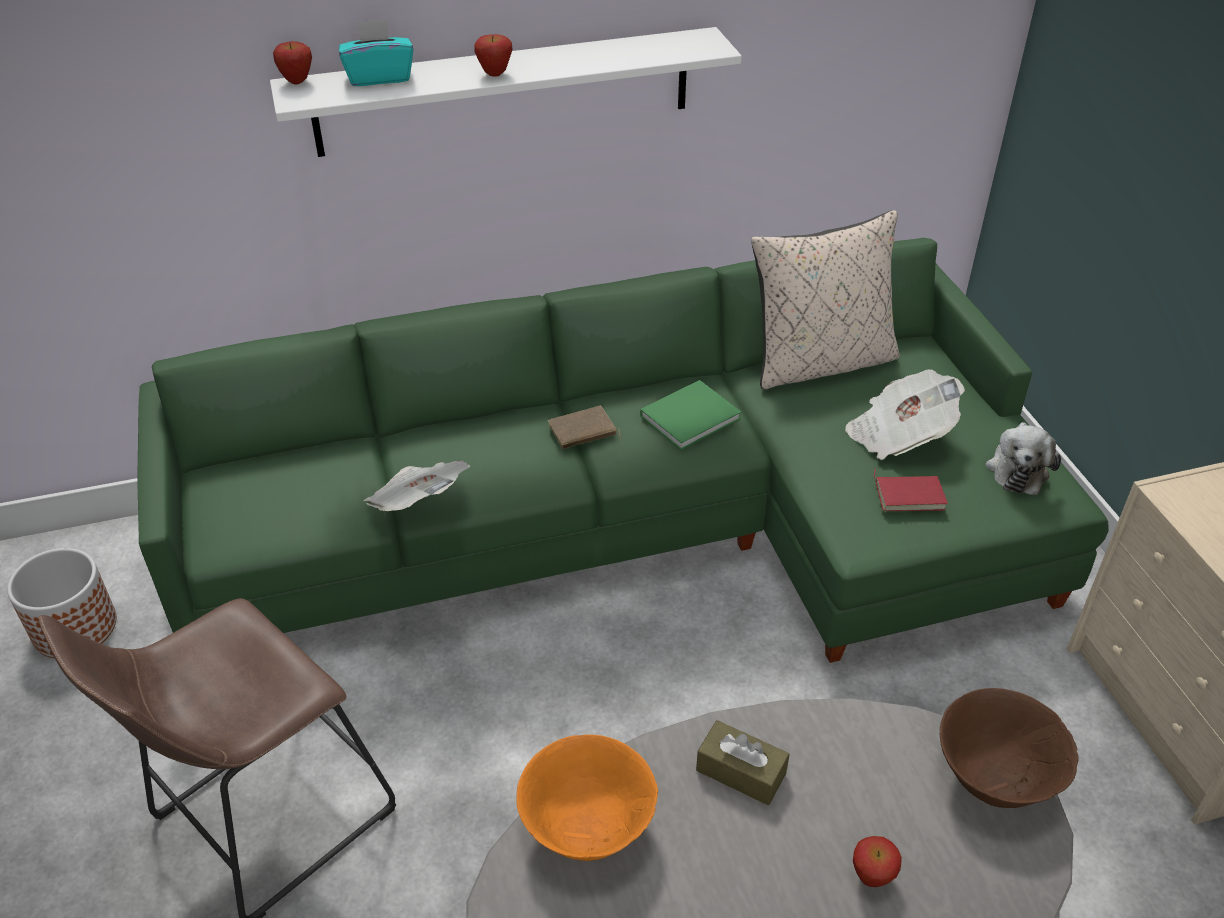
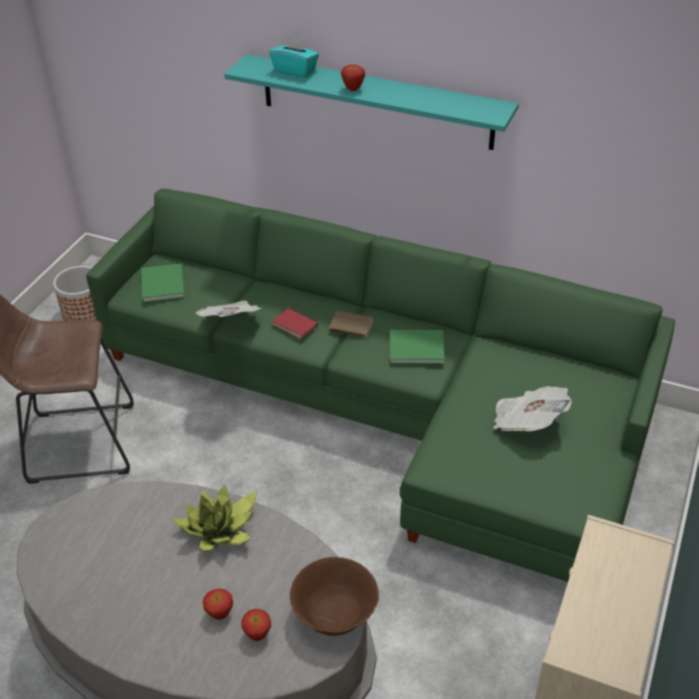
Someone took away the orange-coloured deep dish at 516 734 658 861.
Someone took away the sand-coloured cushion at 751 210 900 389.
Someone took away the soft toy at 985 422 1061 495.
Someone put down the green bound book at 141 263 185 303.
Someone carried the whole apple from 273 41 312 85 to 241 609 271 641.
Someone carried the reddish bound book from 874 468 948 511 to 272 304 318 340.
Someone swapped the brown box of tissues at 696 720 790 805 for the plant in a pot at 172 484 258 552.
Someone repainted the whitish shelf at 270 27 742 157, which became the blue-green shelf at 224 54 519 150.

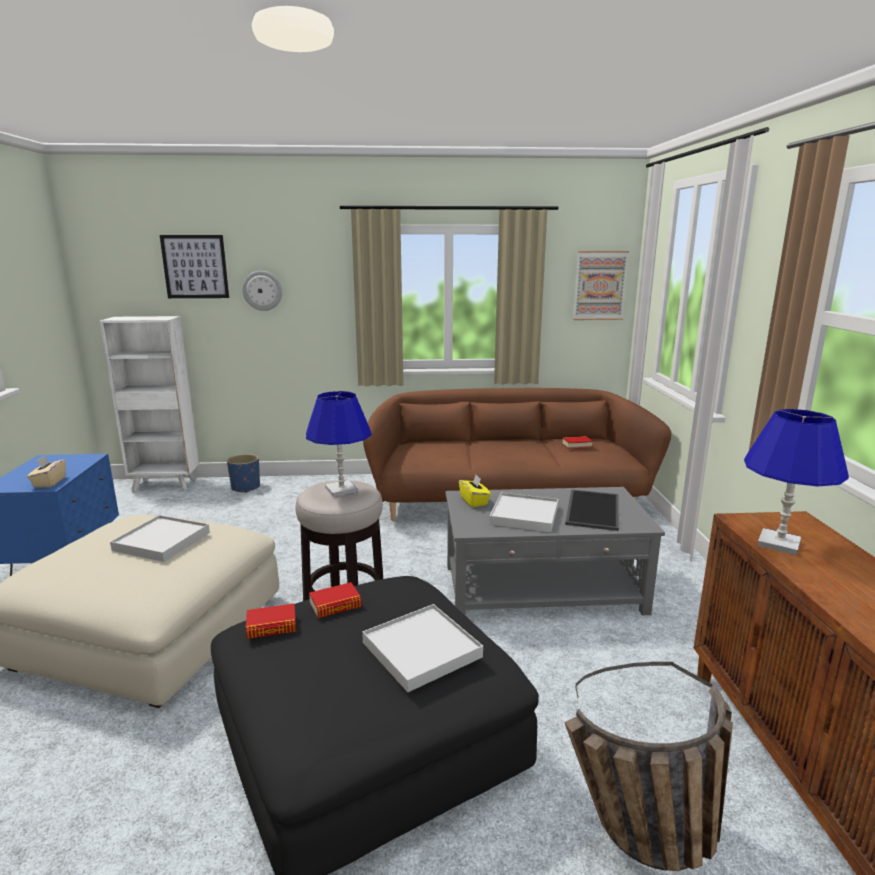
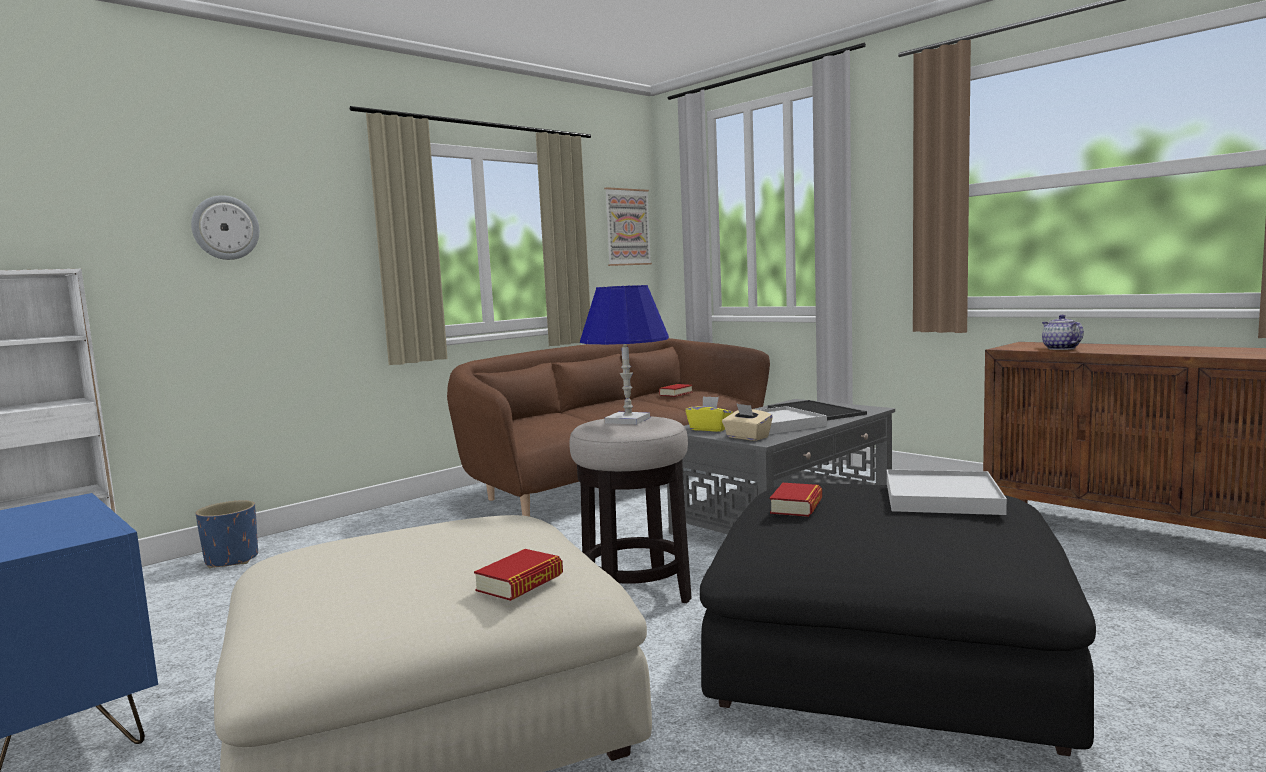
Someone took away the whitish tray at 110 515 210 562.
Someone took away the picture at 160 235 229 298.
Someone took away the storage basket at 564 662 733 871.
Someone carried the sand-coloured box of tissues from 27 455 66 488 to 722 403 773 441.
Someone carried the bound book from 246 604 296 639 to 474 549 563 601.
Someone swapped the bluish tabletop lamp at 744 409 849 555 for the teapot at 1042 315 1084 350.

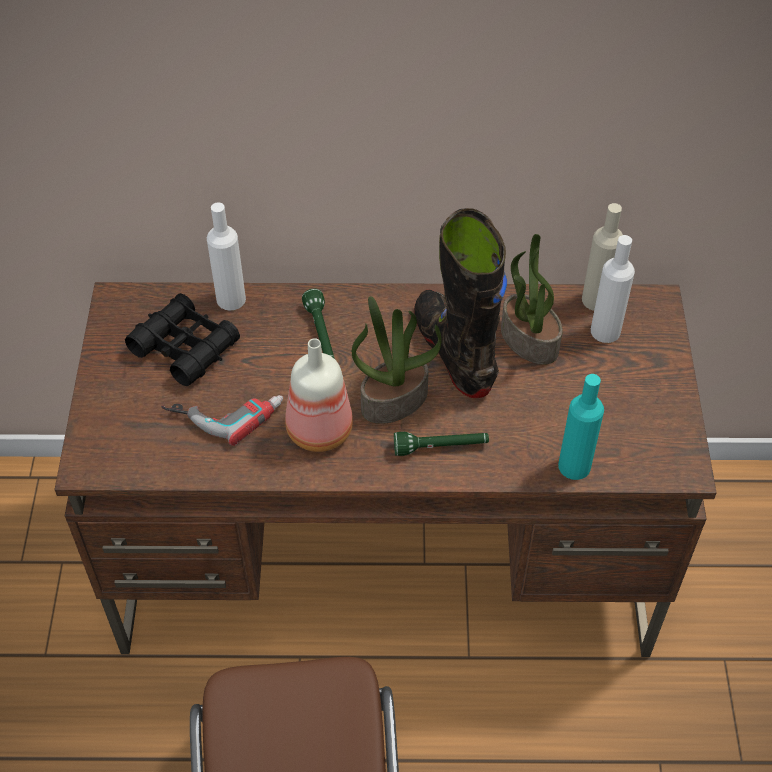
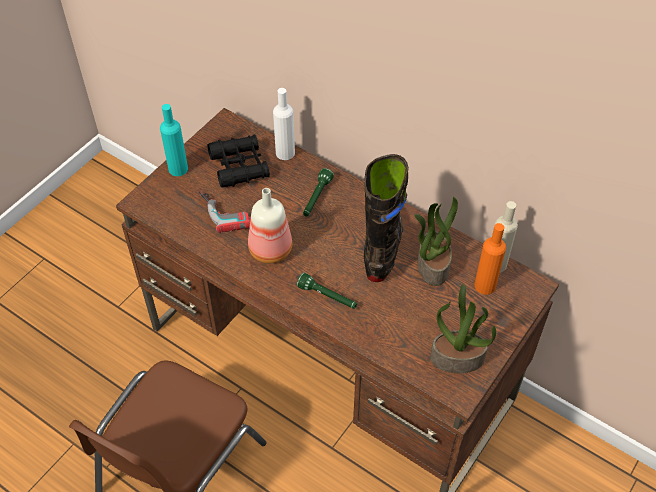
Someone carried the plant in a pot from 352 296 442 424 to 430 284 496 373.
Someone carried the blue-green beverage bottle from 558 374 604 480 to 160 104 188 176.
Someone repainted the whitish beverage bottle at 591 235 635 343, which became the orange-coloured beverage bottle at 474 223 506 295.

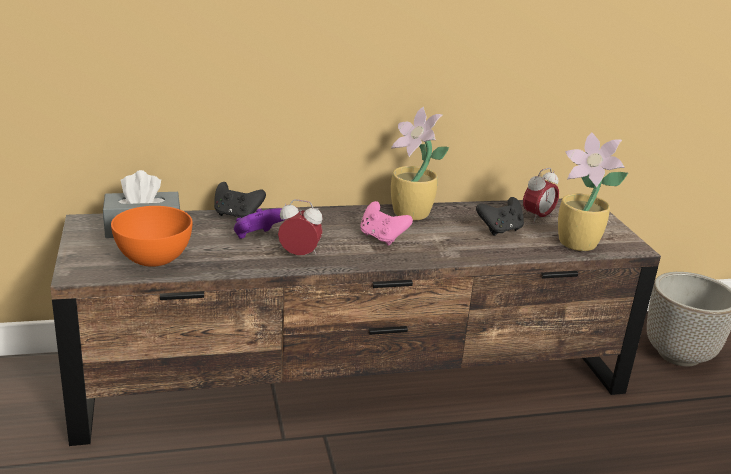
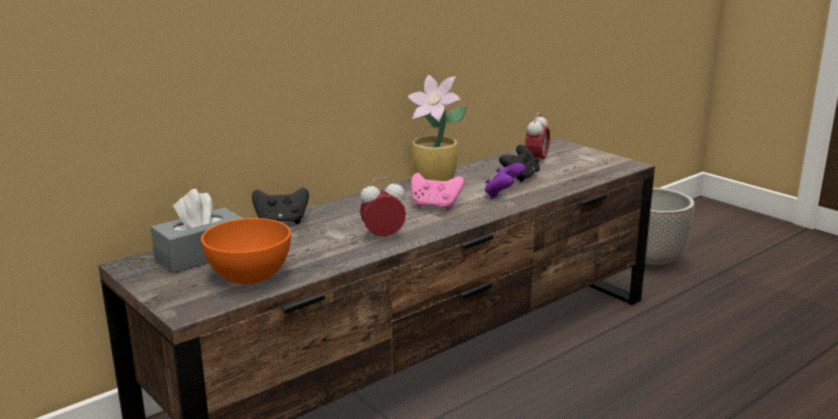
Someone took away the plant in a pot at 558 132 628 251.
Someone carried the purplish joypad from 234 208 285 239 to 485 163 525 199.

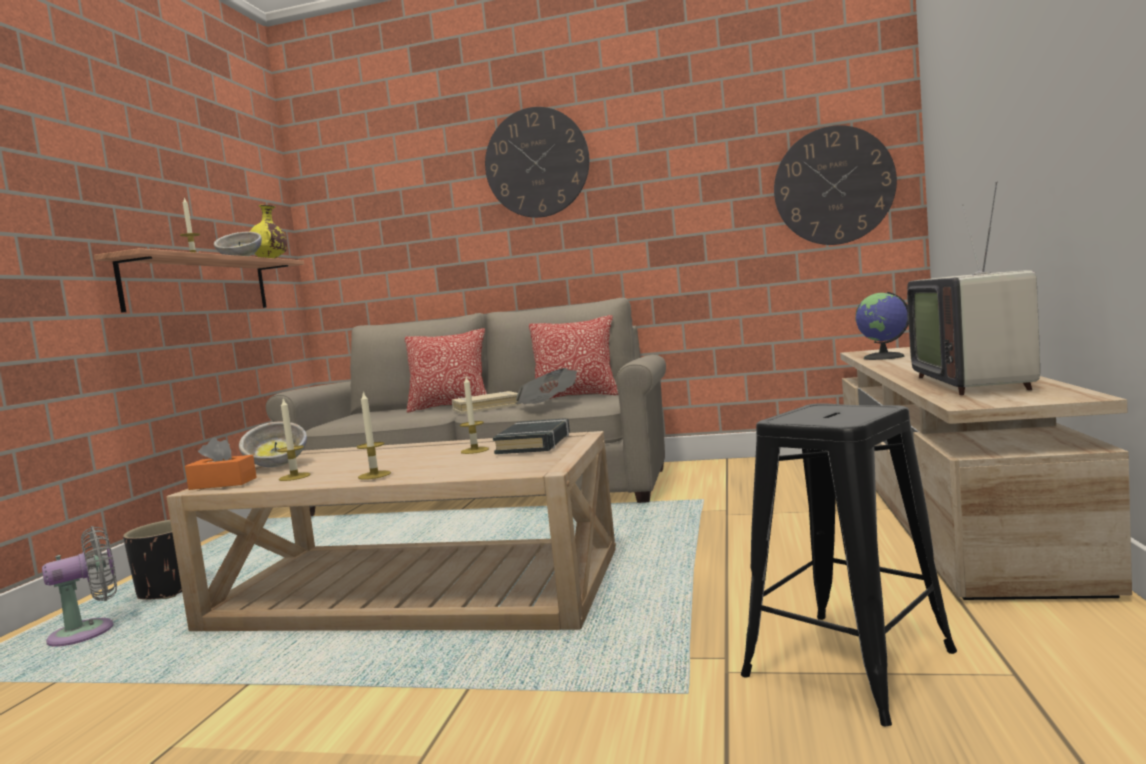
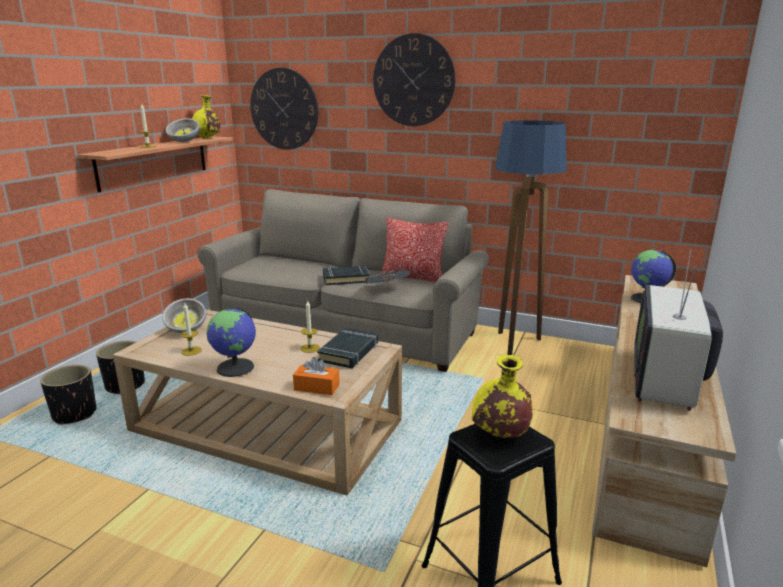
Someone took away the cushion at 405 328 487 413.
Someone put down the yellowish decorative vase at 472 355 533 438.
Someone put down the standard lamp at 495 120 567 355.
Someone carried the orange-coloured box of tissues from 185 437 257 490 to 293 357 340 395.
Someone carried the hanging clock from 774 125 897 245 to 250 68 318 150.
Someone swapped the gray fan at 42 526 117 647 for the black planter at 40 365 96 425.
Someone swapped the wax light at 356 392 391 480 for the world globe at 206 308 256 377.
Someone repainted the sand-coloured bound book at 452 391 521 414, which became the black bound book at 323 266 370 285.

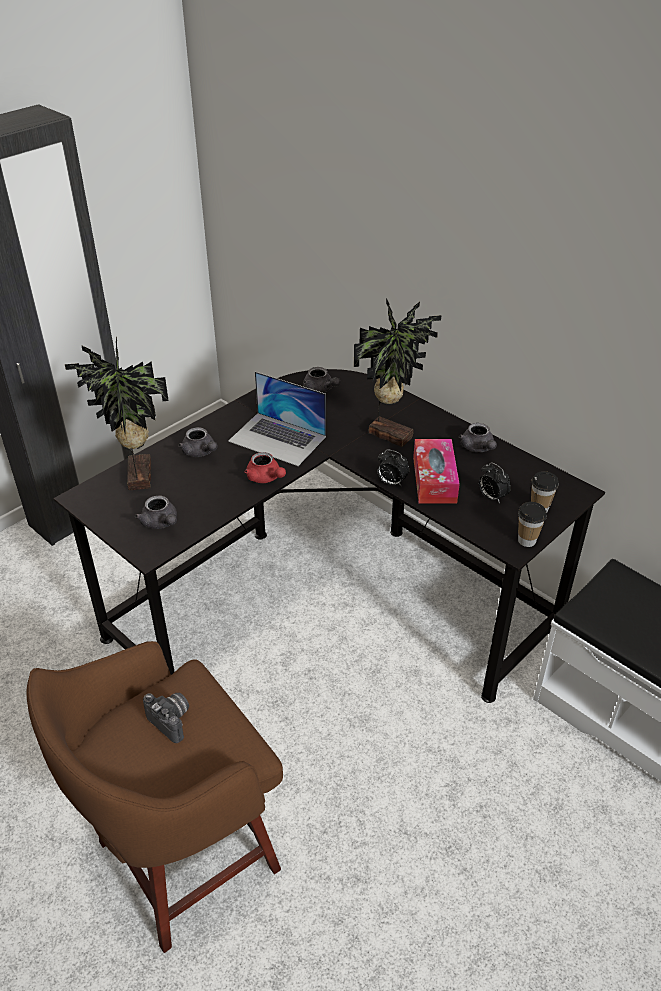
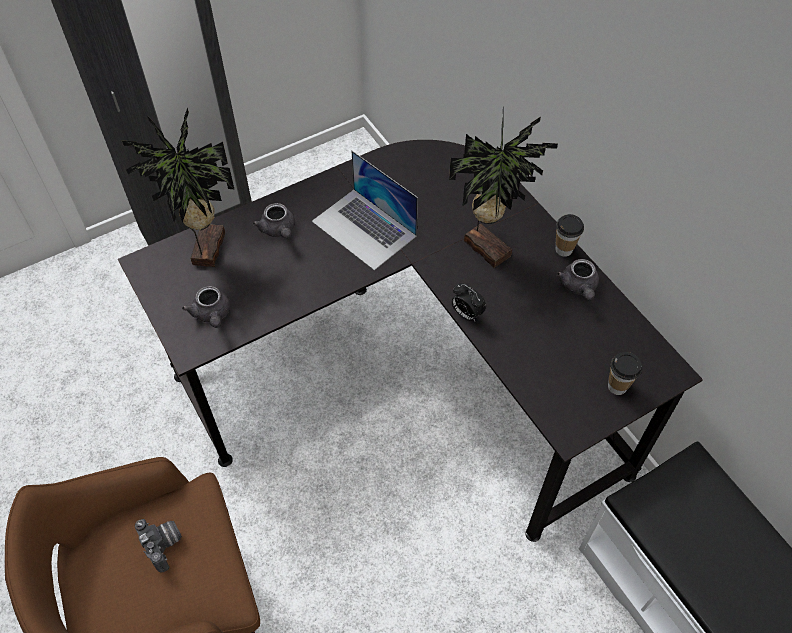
Someone took away the reddish teapot at 245 452 286 483.
Someone took away the gray teapot at 303 367 340 393.
Someone took away the box of tissues at 413 439 460 503.
Someone took away the alarm clock at 479 462 511 504.
Someone carried the small cup from 518 502 547 547 to 556 214 584 257.

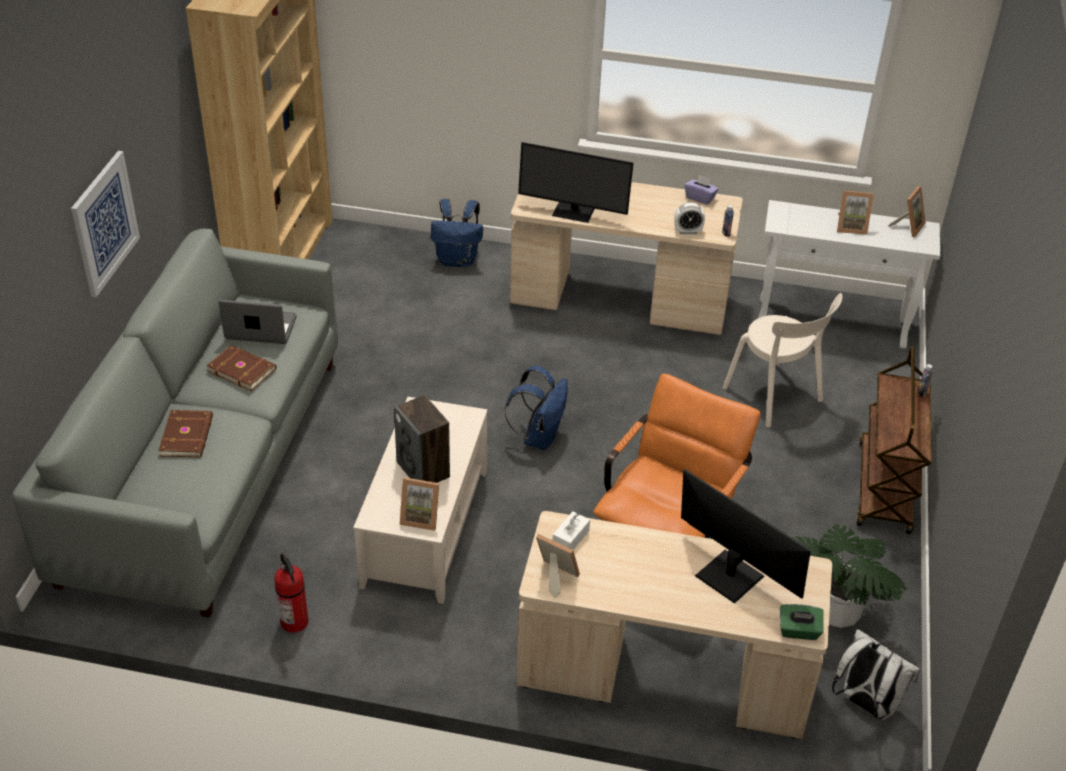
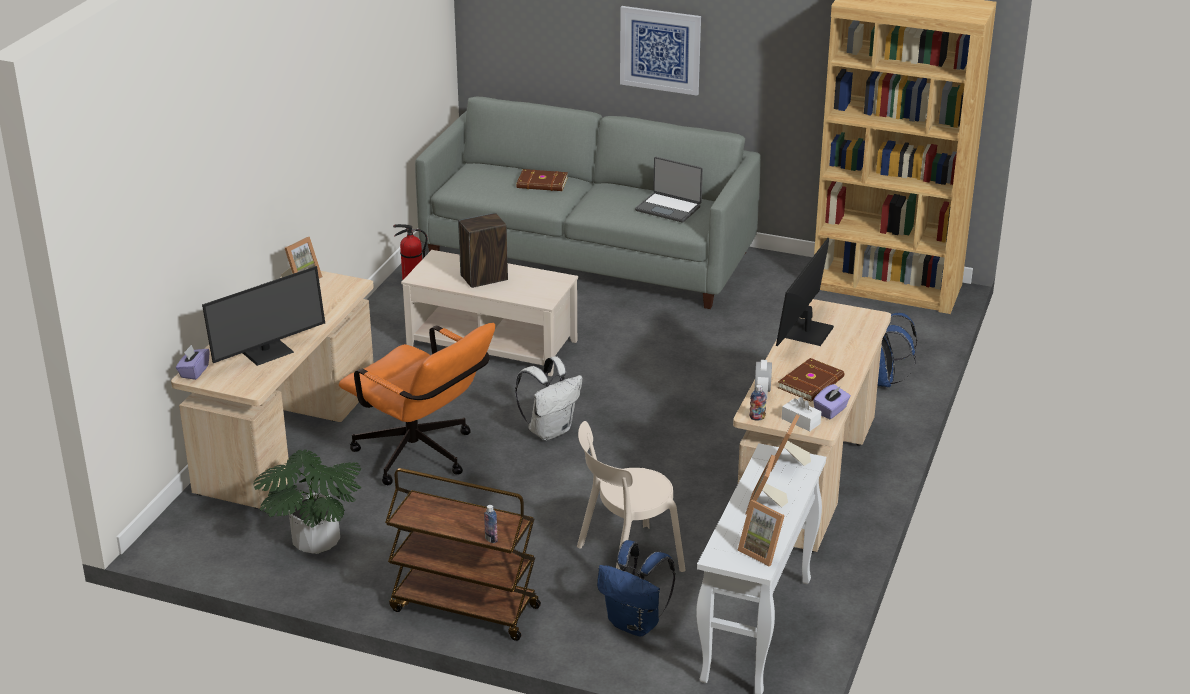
Someone carried the brown bound book from 206 345 277 391 to 778 358 844 402.
Someone carried the picture frame from 400 477 439 531 to 771 414 811 472.
Someone carried the bluish knapsack from 505 366 568 450 to 597 540 675 636.
Someone carried the whitish box of tissues from 553 511 590 550 to 782 397 821 431.
Someone carried the whitish knapsack from 832 629 920 720 to 515 356 582 440.
Someone repainted the green box of tissues at 780 604 824 640, which became the purplish box of tissues at 176 344 210 380.
Someone rotated the portable computer at 219 300 296 344 by 105 degrees clockwise.

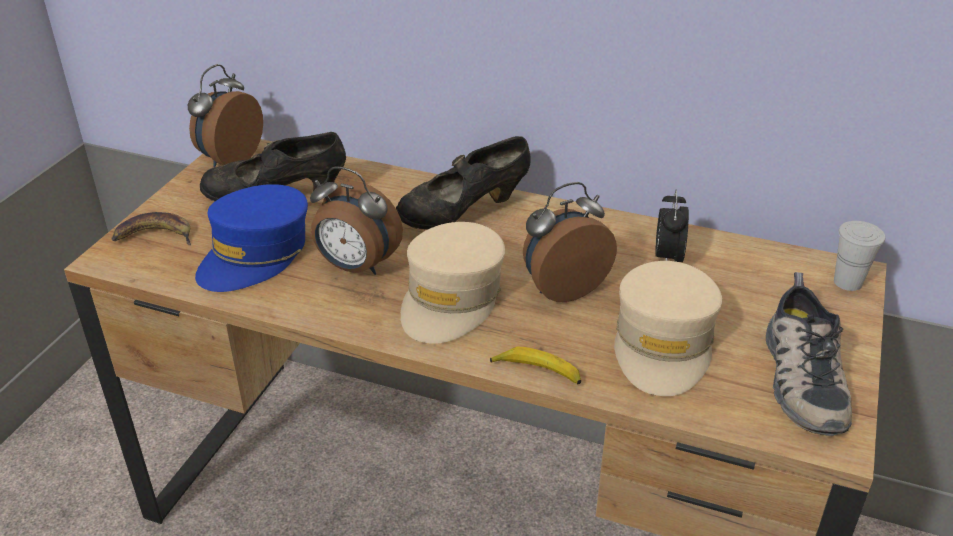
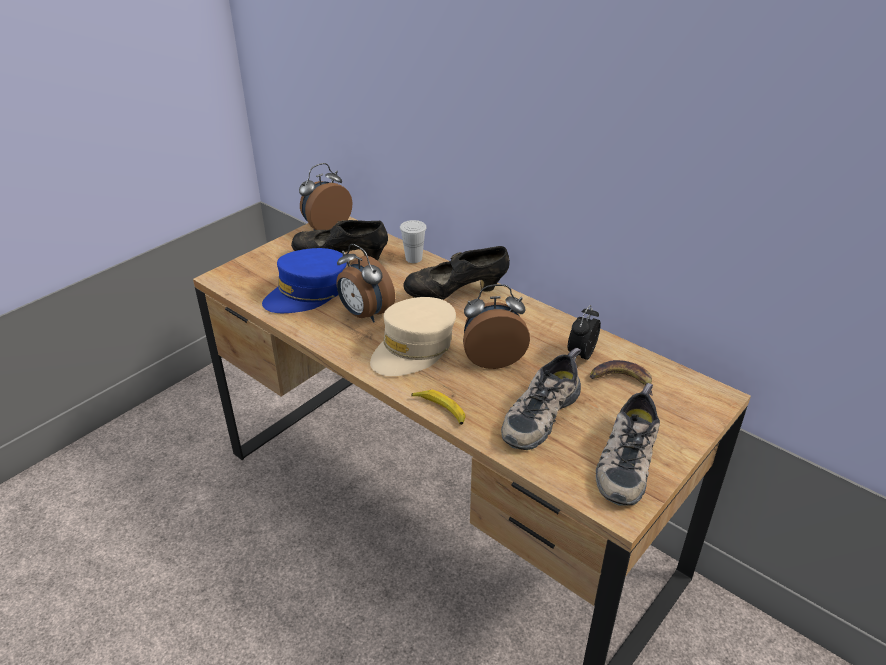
Someone carried the banana from 111 212 191 245 to 590 360 653 396.
Someone carried the whitish small cup from 834 221 886 291 to 400 220 427 263.
Someone swapped the sand-coloured cap at 614 261 722 396 for the item of footwear at 501 348 581 450.

